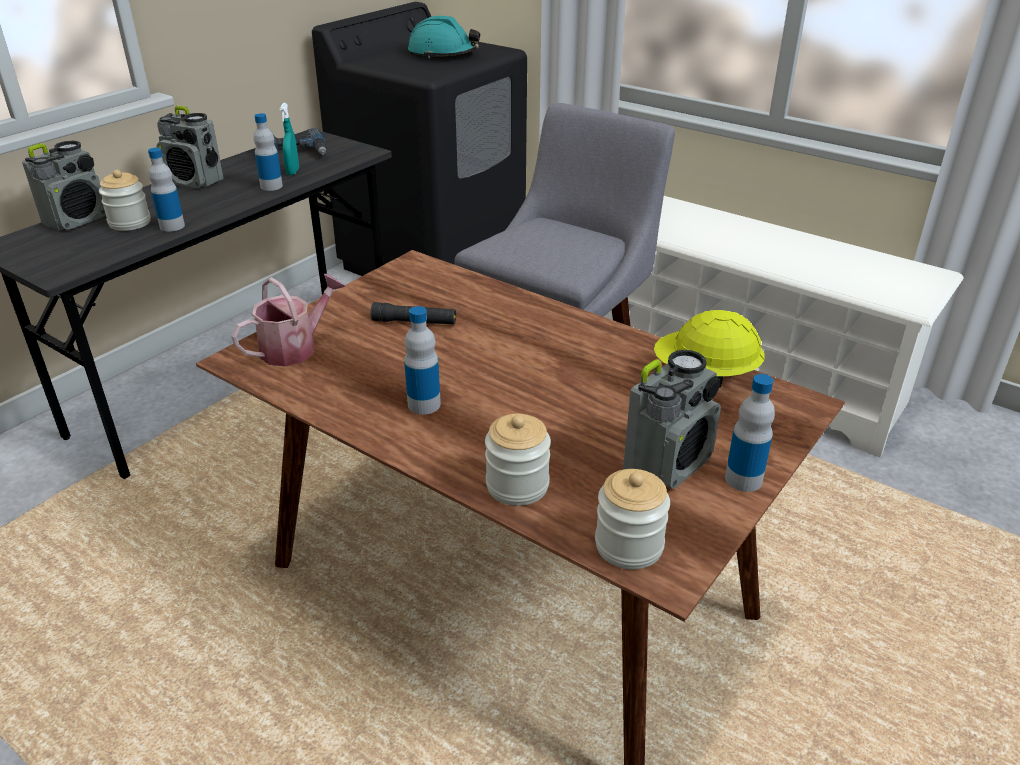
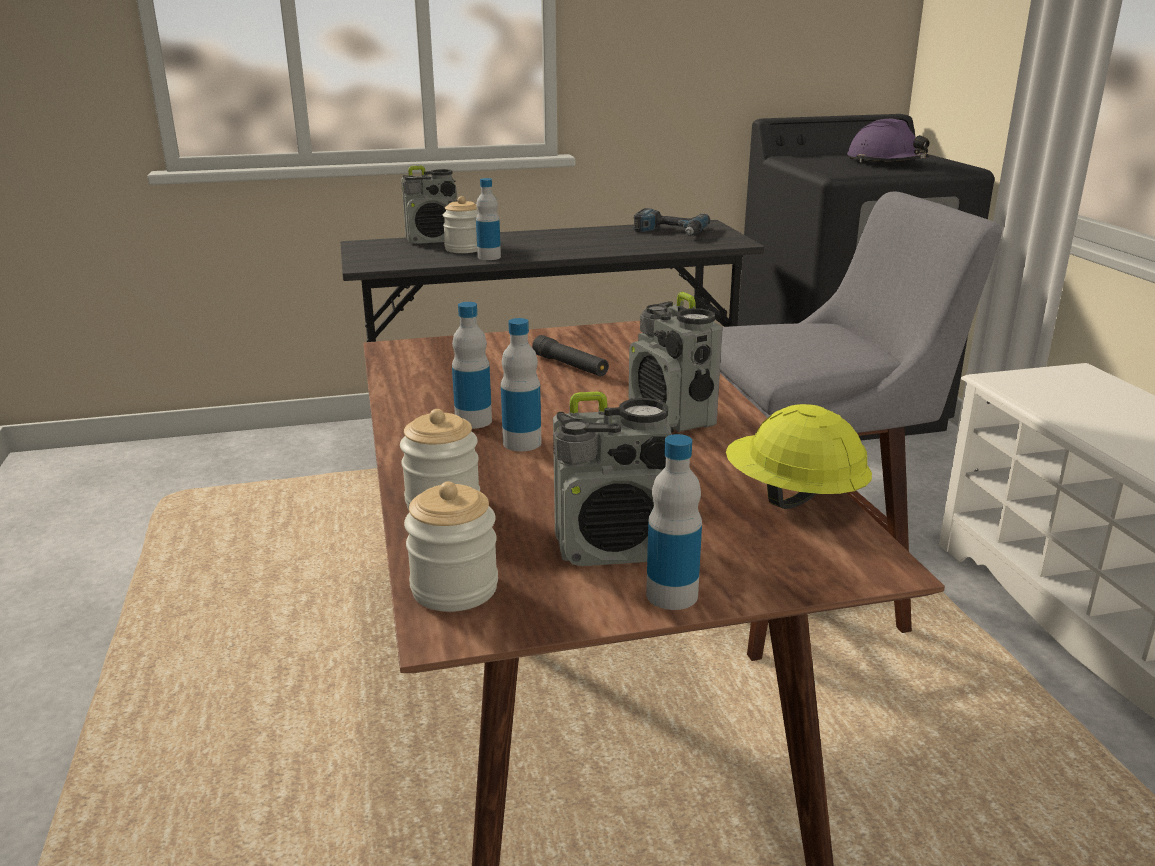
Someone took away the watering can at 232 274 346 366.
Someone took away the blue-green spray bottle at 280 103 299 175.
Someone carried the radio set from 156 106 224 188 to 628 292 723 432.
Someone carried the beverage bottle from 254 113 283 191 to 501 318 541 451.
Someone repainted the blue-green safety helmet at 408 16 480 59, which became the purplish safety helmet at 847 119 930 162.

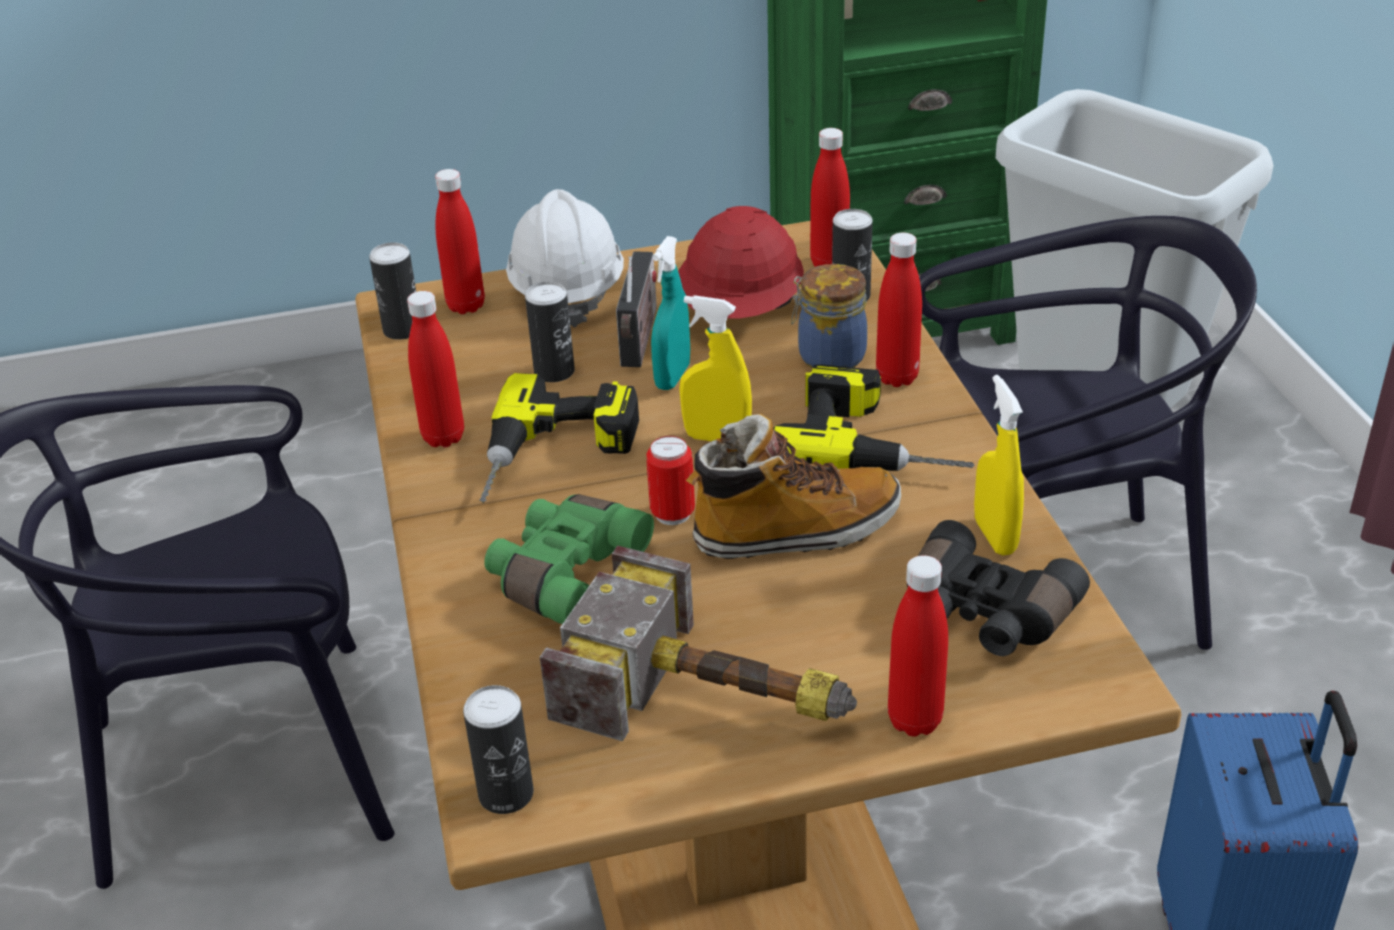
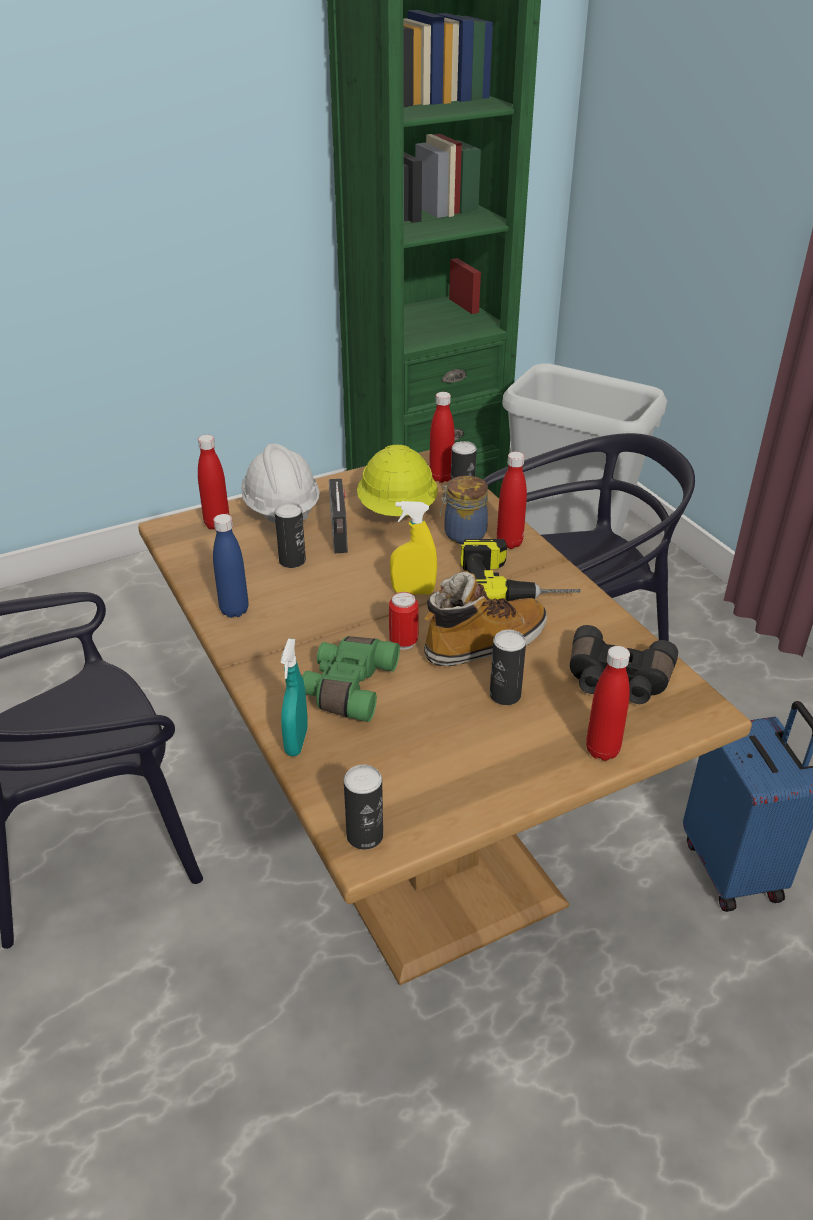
Someone took away the power drill at 480 373 639 503.
Someone took away the tool hammer at 540 545 857 741.
Someone took away the yellowish spray bottle at 974 375 1024 556.
Someone carried the can from 369 242 416 340 to 490 630 526 705.
Someone carried the blue-green spray bottle from 651 236 690 390 to 281 639 308 756.
Someone repainted the reddish beverage bottle at 407 291 464 448, which became the bluish beverage bottle at 213 514 249 618.
Someone repainted the reddish safety helmet at 678 206 804 318, which became the yellowish safety helmet at 357 445 438 516.

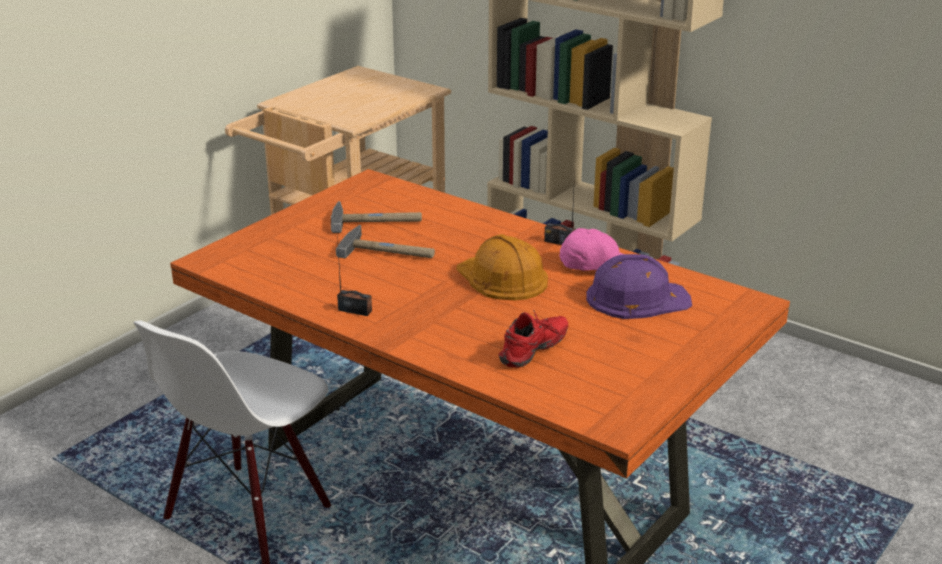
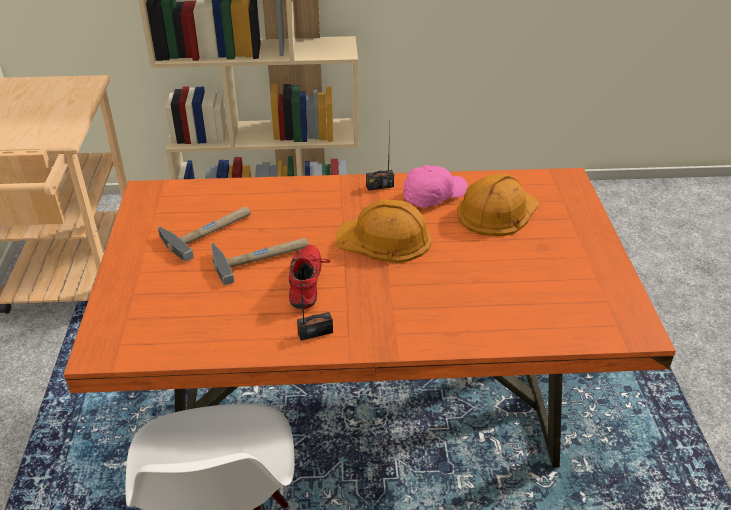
Someone carried the reddish item of footwear from 499 309 568 368 to 289 245 331 309.
Someone repainted the purplish safety helmet at 586 254 692 319, which became the orange-coloured safety helmet at 457 174 539 236.

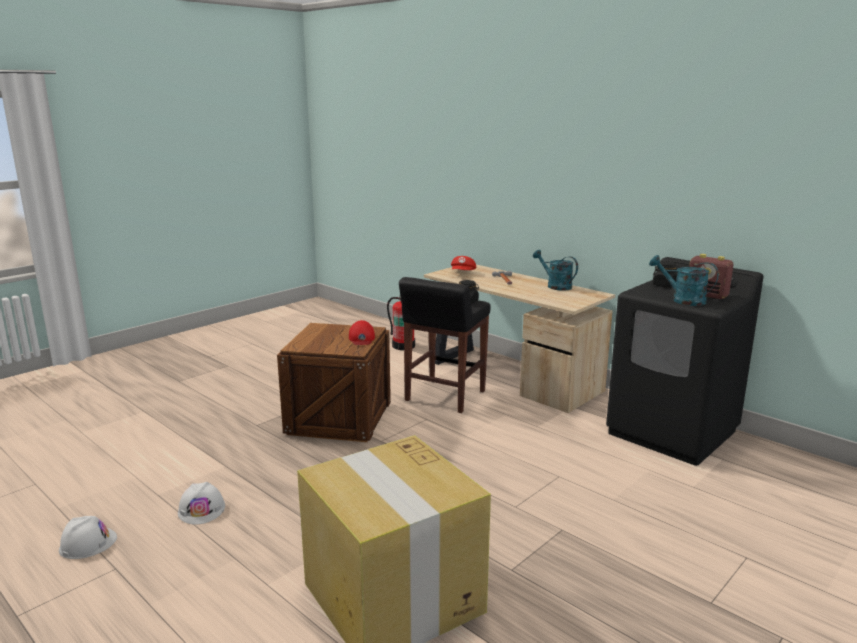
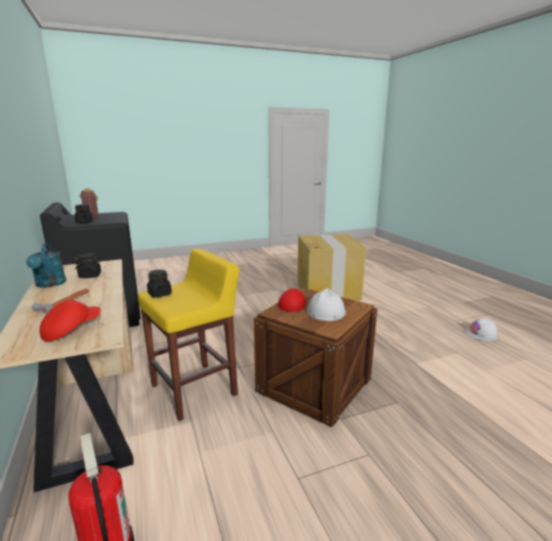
Someone took away the blue-green watering can at 649 255 719 306.
Someone put down the black storage jar at 75 253 102 278.
Someone carried the whitish safety helmet from 178 482 225 525 to 307 288 346 321.
Someone repainted the black sitting stool at 399 277 490 413, which became the yellowish sitting stool at 138 249 240 421.

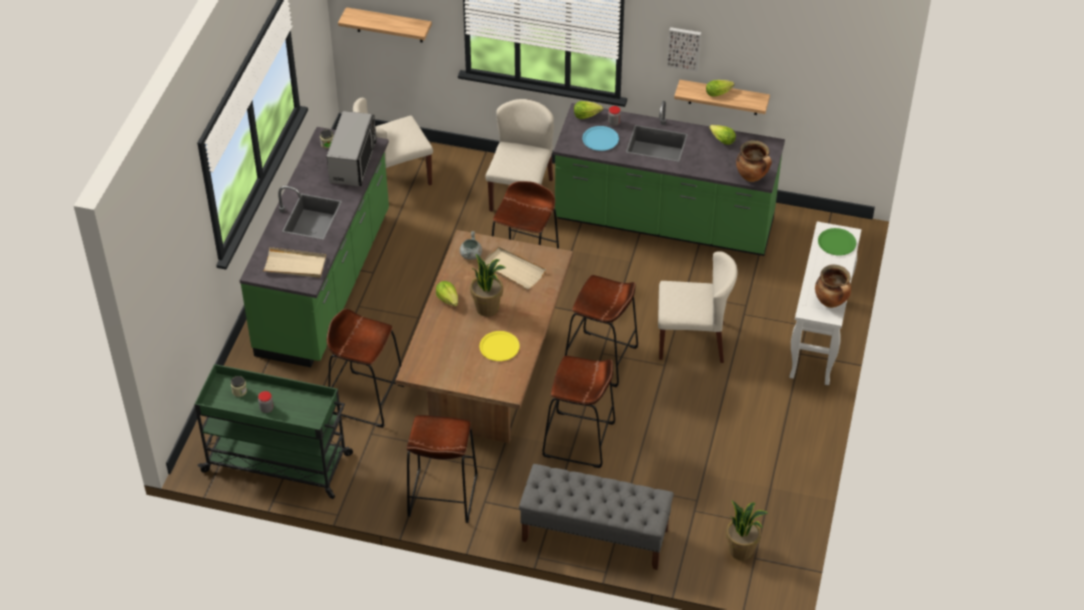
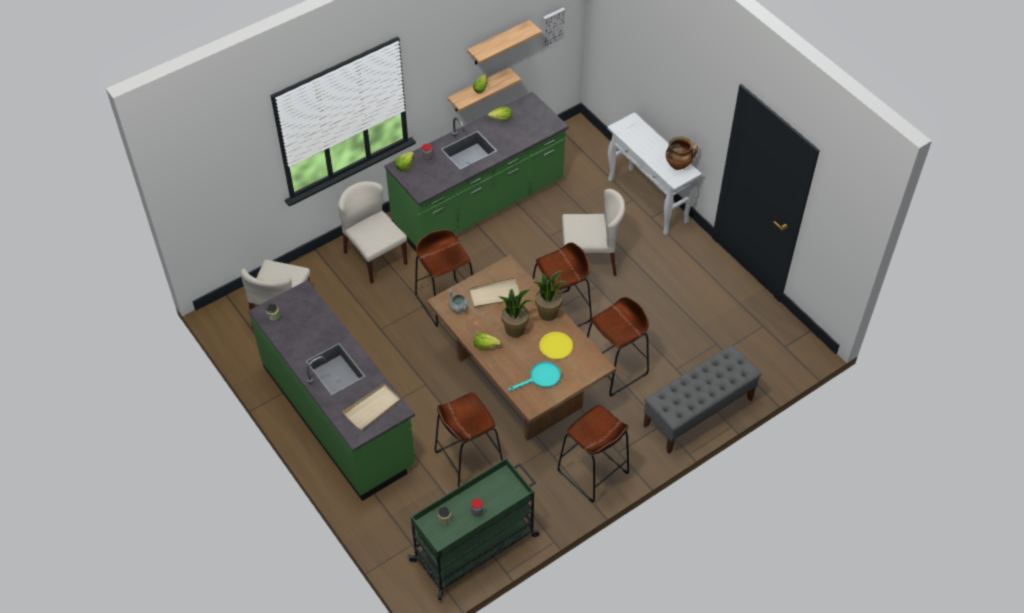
Someone took away the kitchen microwave at 327 111 377 186.
Someone took away the bluish dinner plate at 582 126 619 151.
Someone took away the stockpot at 736 140 772 182.
Someone took away the green dinner plate at 818 228 856 256.
Someone put down the blue-green skillet at 508 362 561 391.
Someone carried the shelf from 338 7 432 43 to 467 20 542 65.
Someone carried the picture from 667 27 701 72 to 542 8 565 48.
Someone carried the plant in a pot from 726 500 768 560 to 532 271 567 321.
Someone rotated the sand-coloured chair at 658 251 738 363 by 45 degrees clockwise.

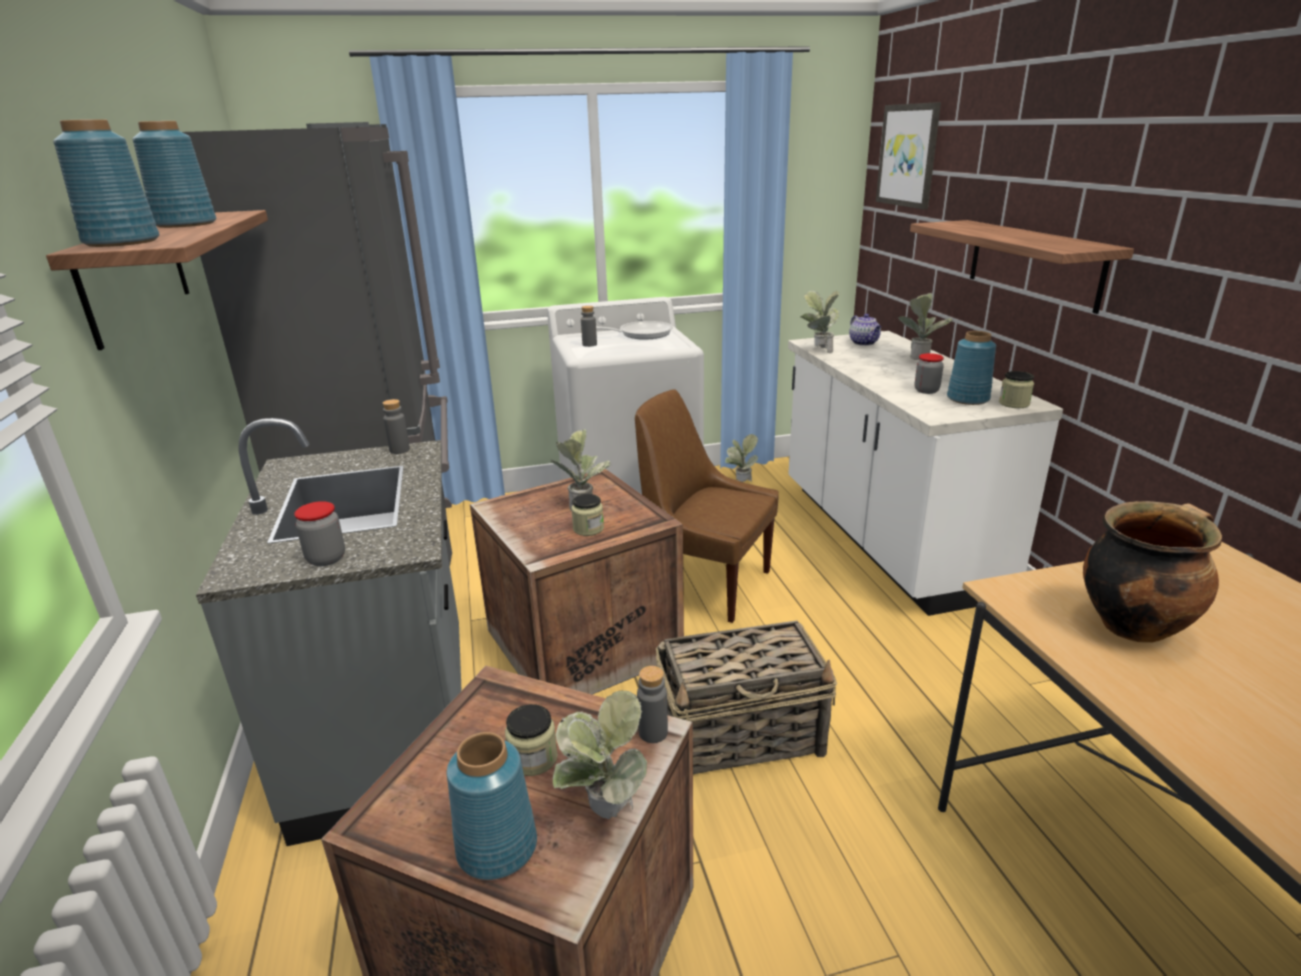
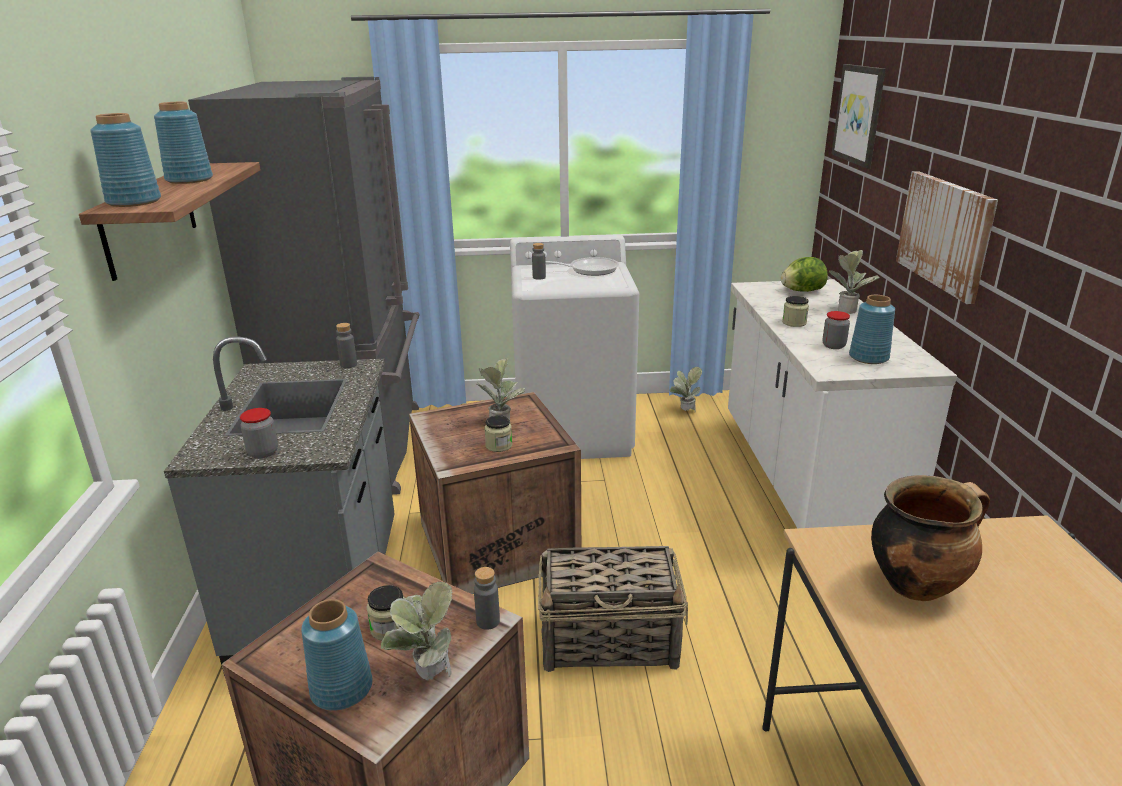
Someone took away the brown chair at 635 389 779 623.
Someone took away the plant in a pot at 800 291 840 353.
Someone carried the storage jar from 999 371 1034 408 to 782 296 809 327.
Someone swapped the teapot at 849 314 881 346 for the lettuce head at 781 257 828 292.
Someone swapped the shelf at 910 220 1134 314 for the picture at 896 171 998 304.

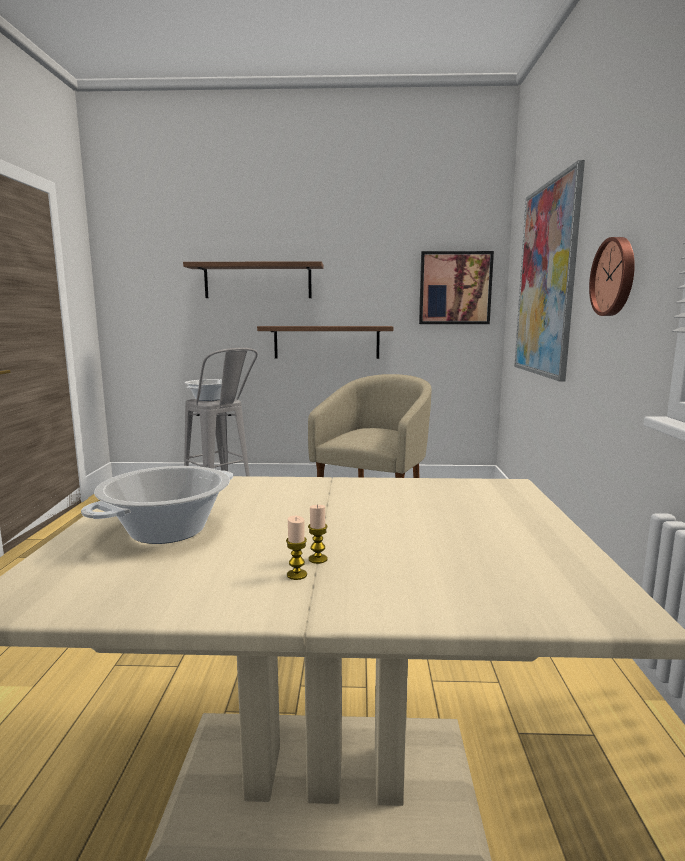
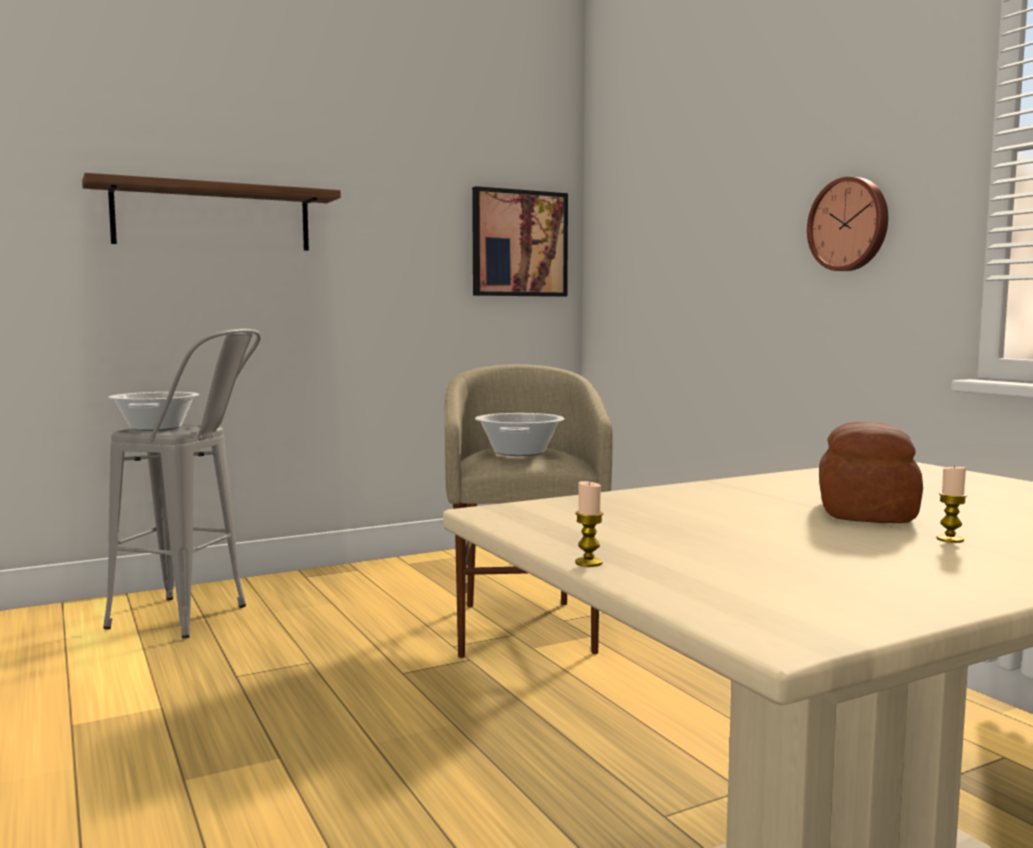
Someone took away the shelf at 257 326 393 359.
Someone took away the picture at 514 160 585 382.
Someone put down the bakery bread at 819 421 923 523.
Someone carried the stockpot from 81 466 233 544 to 475 413 564 456.
Someone carried the wax light from 286 516 307 580 to 575 481 603 567.

